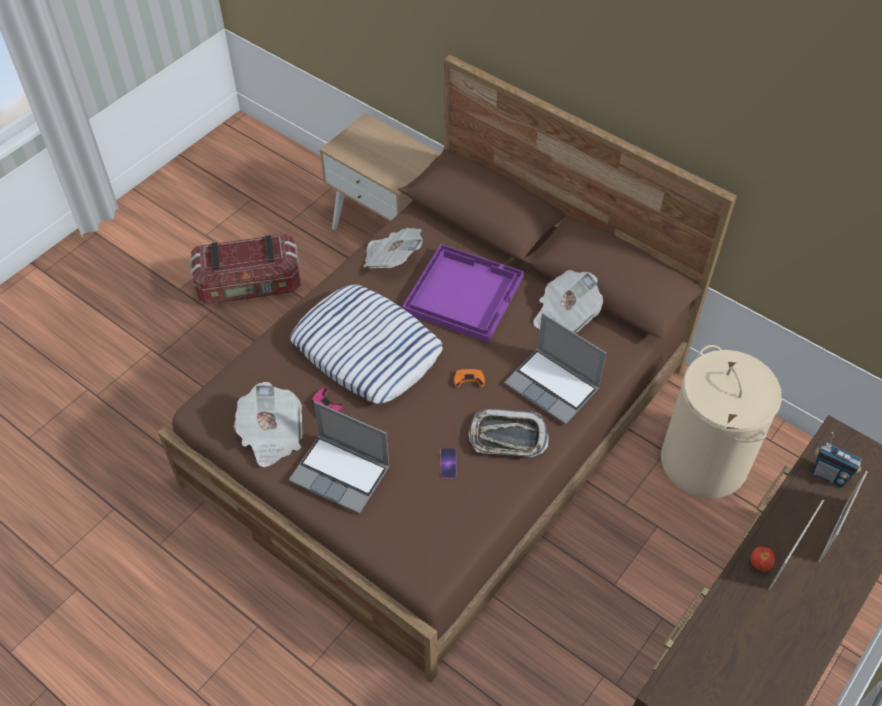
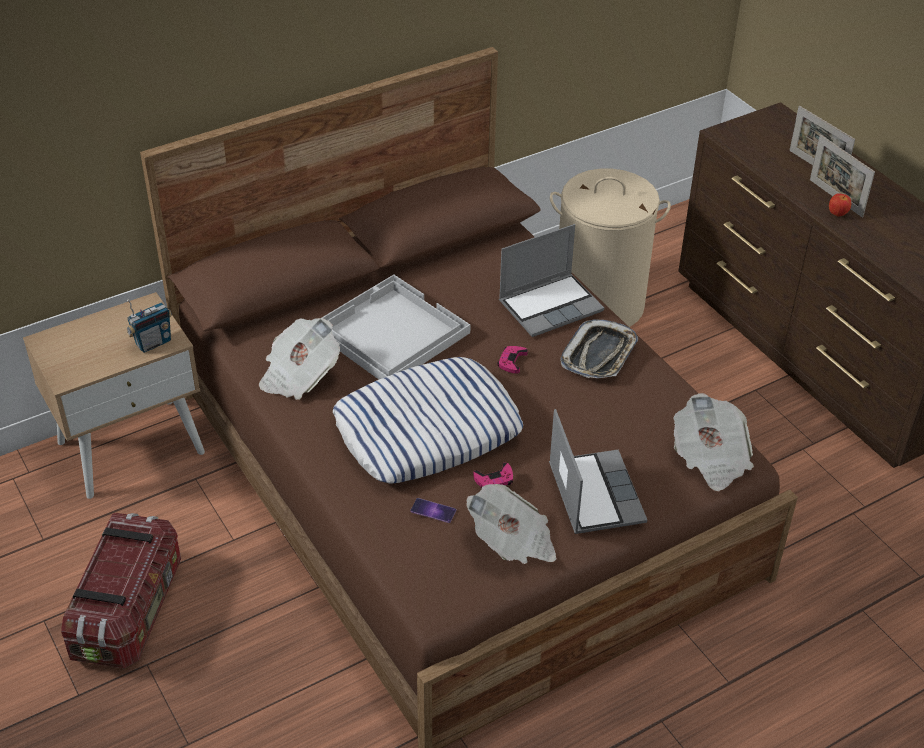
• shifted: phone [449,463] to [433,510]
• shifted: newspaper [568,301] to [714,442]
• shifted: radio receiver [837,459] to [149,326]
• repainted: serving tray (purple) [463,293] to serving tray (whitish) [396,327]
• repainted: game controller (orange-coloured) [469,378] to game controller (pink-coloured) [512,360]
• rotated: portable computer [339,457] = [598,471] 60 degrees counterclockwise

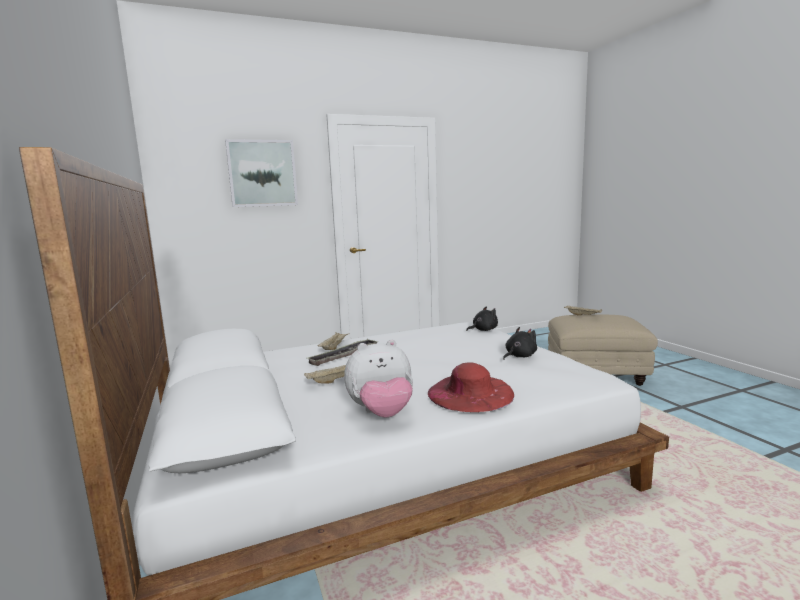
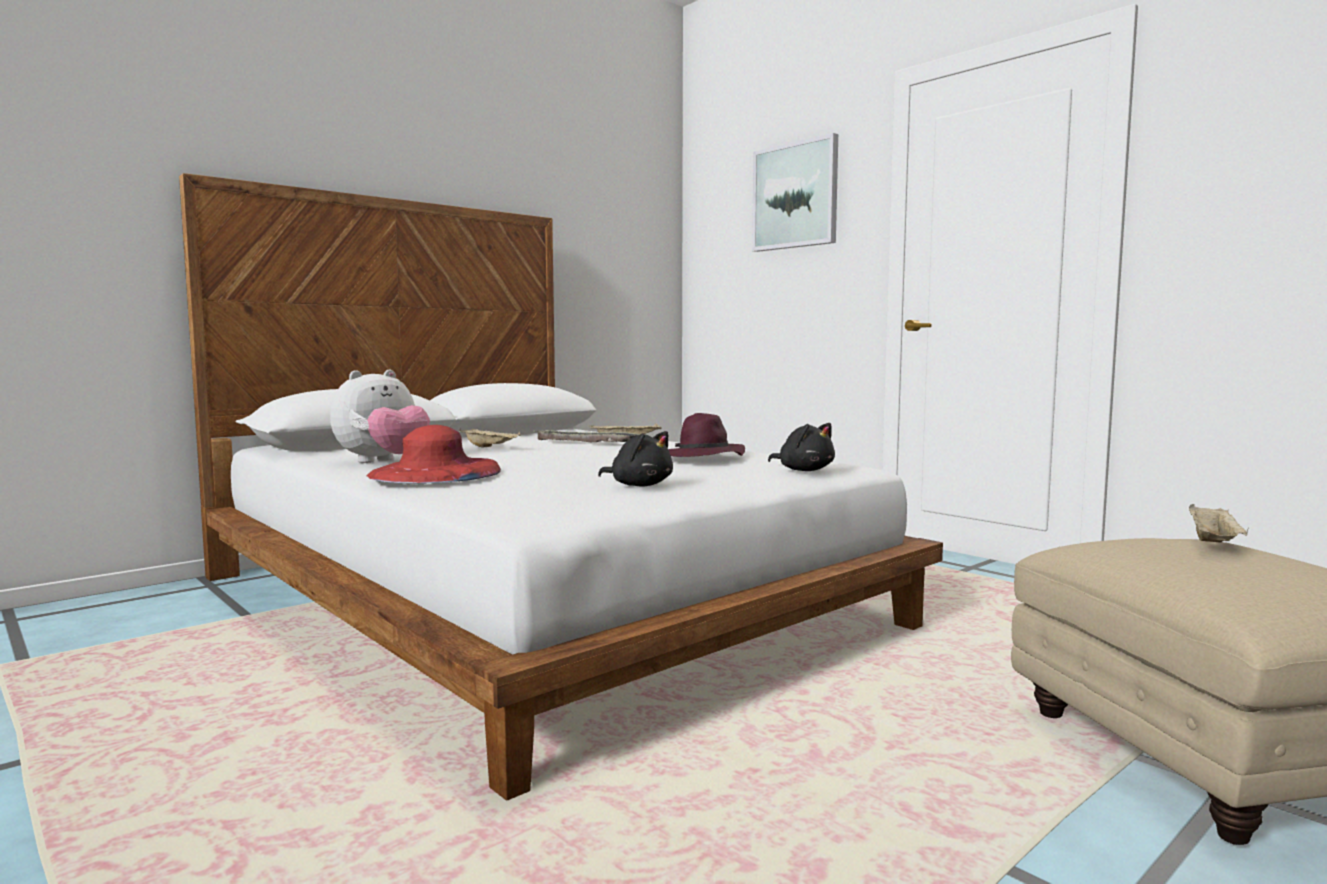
• new: wearable hat (purple) [706,435]
• rotated: soft toy [378,379] = [380,416] 105 degrees counterclockwise

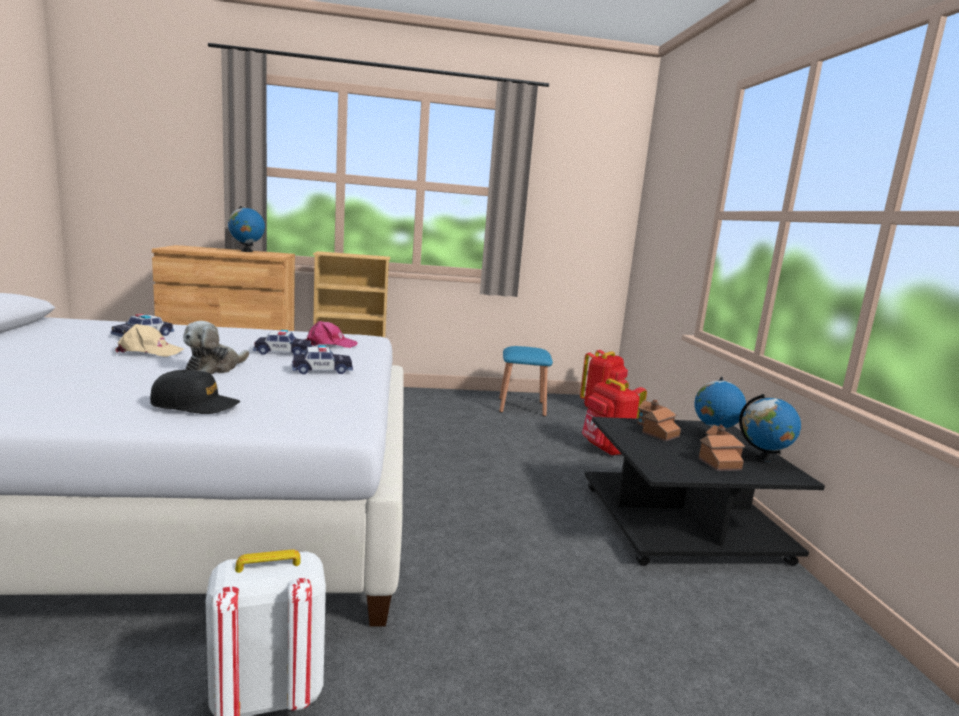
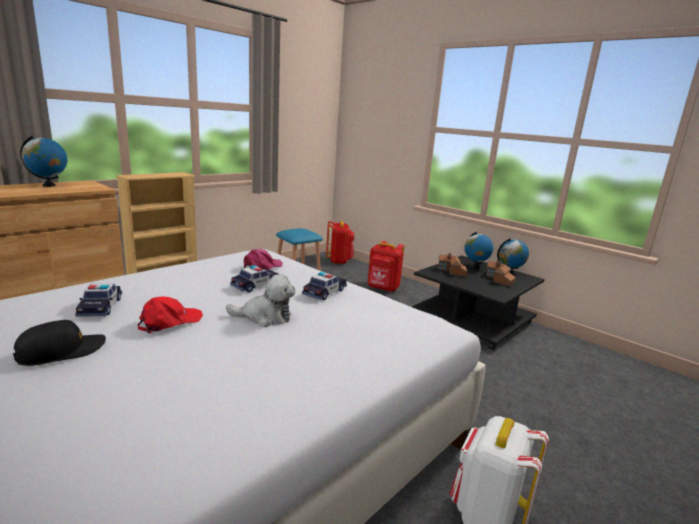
• shifted: baseball cap (black) [195,391] to [59,343]
• repainted: baseball cap (beige-coloured) [149,340] to baseball cap (reddish) [170,315]
• rotated: soft toy [216,347] = [260,300] 75 degrees counterclockwise

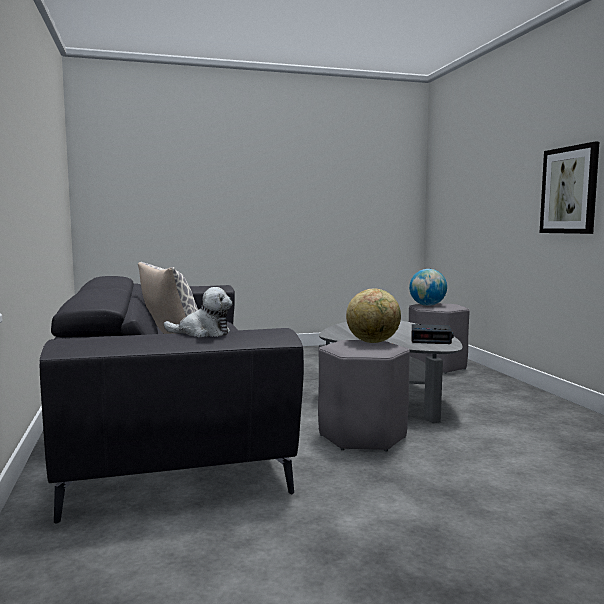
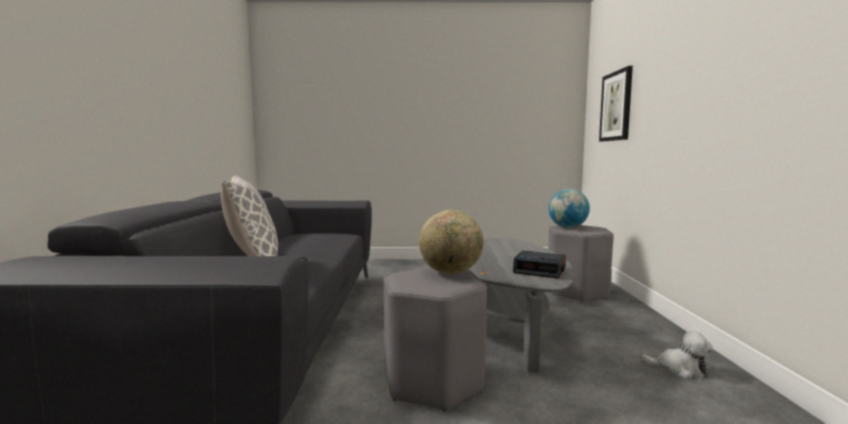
• shifted: soft toy [198,312] to [677,355]
• shifted: wall art [569,188] to [616,104]

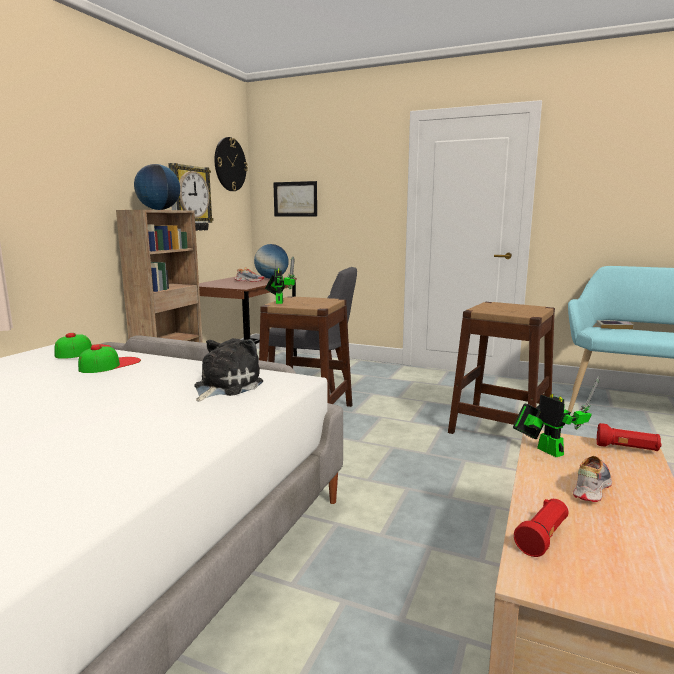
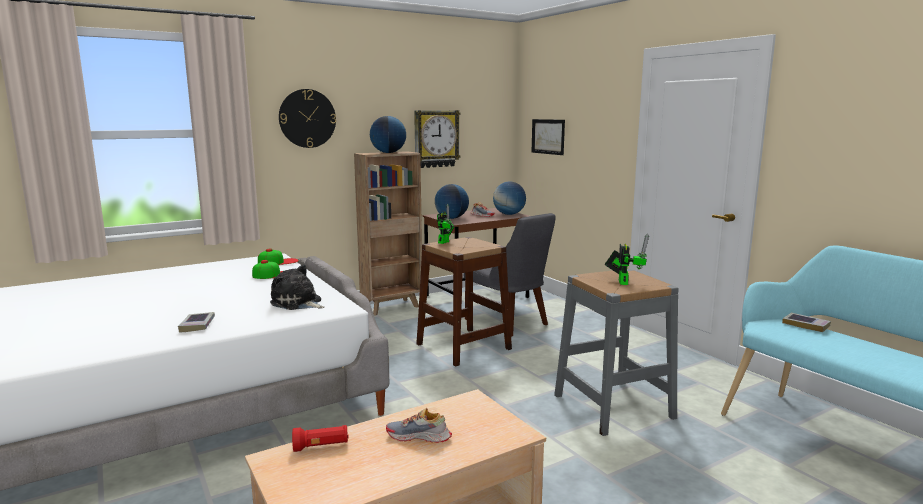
• gone: torch (reddish) [629,437]
• new: bound book [196,322]
• new: world globe [452,201]
• shifted: wall clock [231,164] to [307,118]
• shifted: model robot [556,417] to [627,259]
• repainted: stool (brown) [501,368] to stool (grey) [616,352]
• rotated: soft toy [228,370] = [297,287] 120 degrees counterclockwise
• rotated: shoe [592,479] = [419,425] 150 degrees counterclockwise

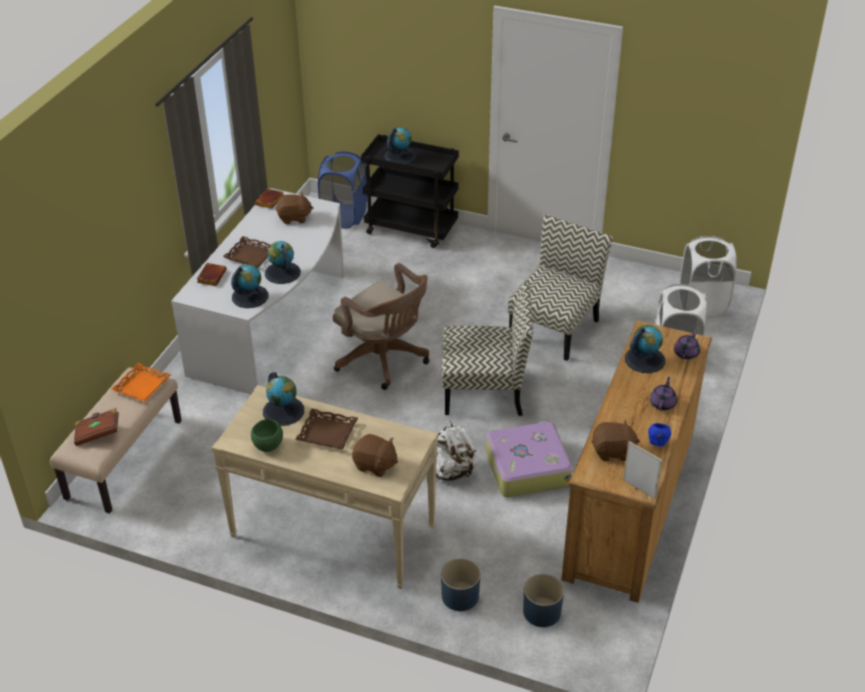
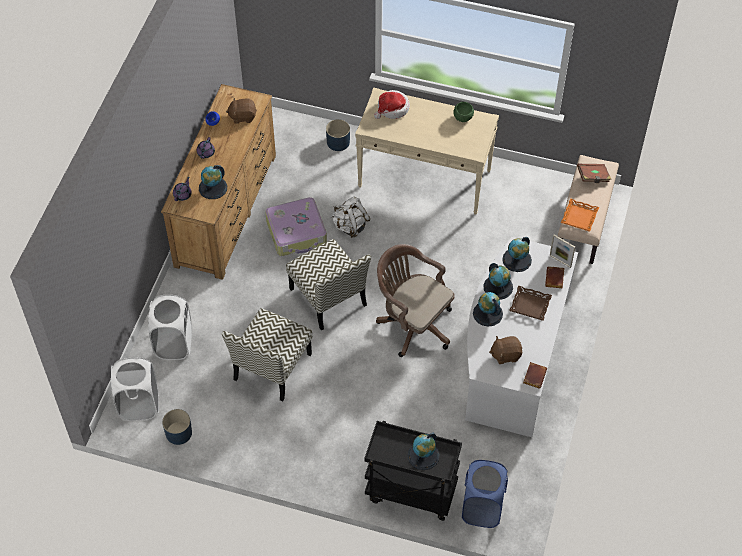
• gone: serving tray (brown) [327,429]
• shifted: world globe [283,399] to [488,309]
• shifted: plant pot (blue-coloured) [543,600] to [177,427]
• shifted: picture frame [642,470] to [562,251]
• swapped: soft toy (brown) [375,455] to wearable hat [392,104]
• rotated: upright chair [487,349] = [328,285] 120 degrees counterclockwise

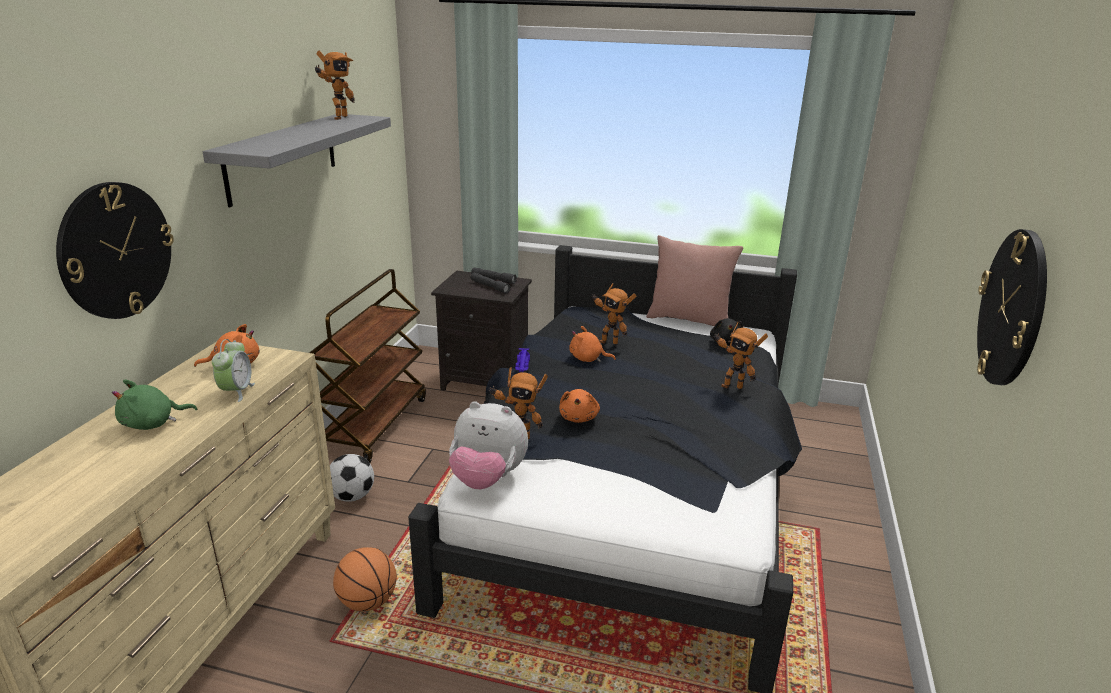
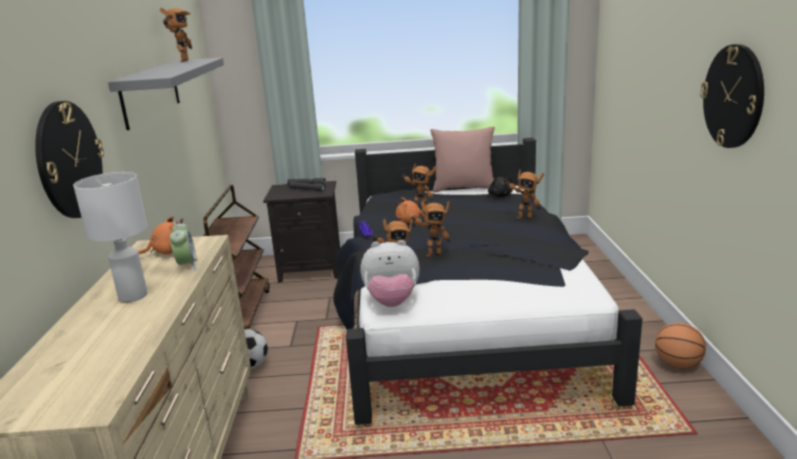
• shifted: basketball ball [365,579] to [680,346]
• swapped: soft toy (greenish) [155,405] to table lamp (whitish) [110,237]
• swapped: soft toy (orange-coloured) [579,406] to model robot [430,229]

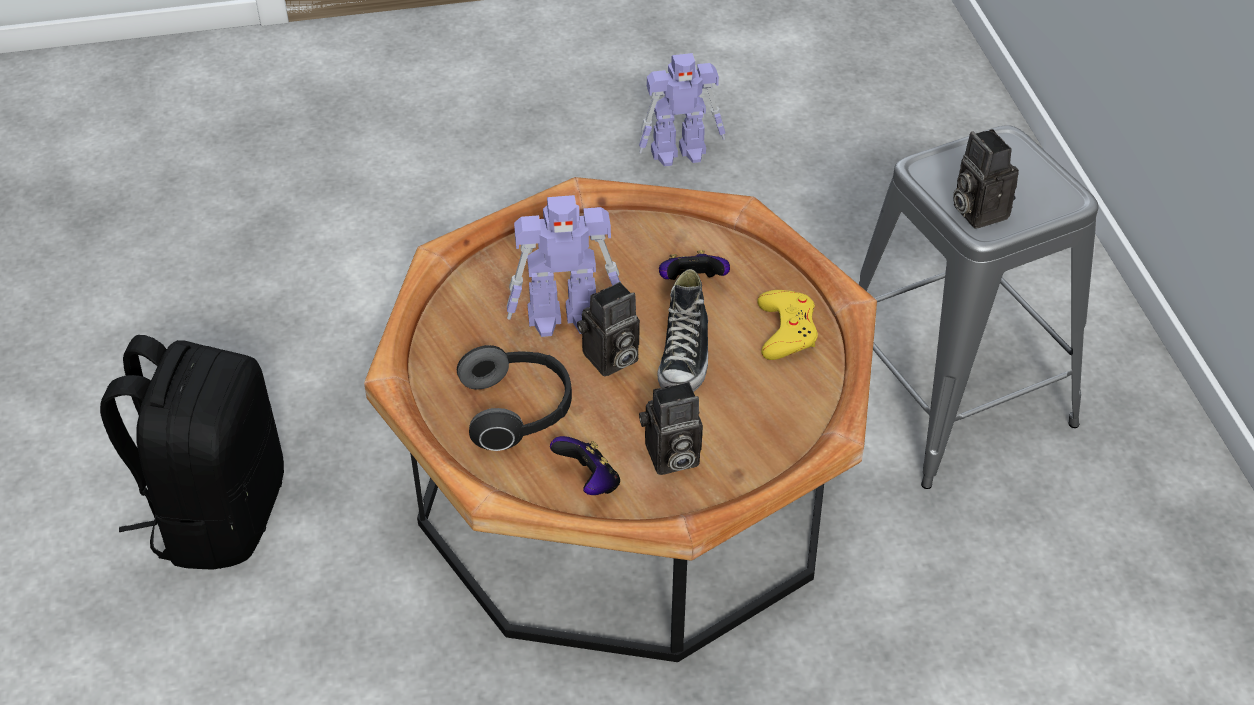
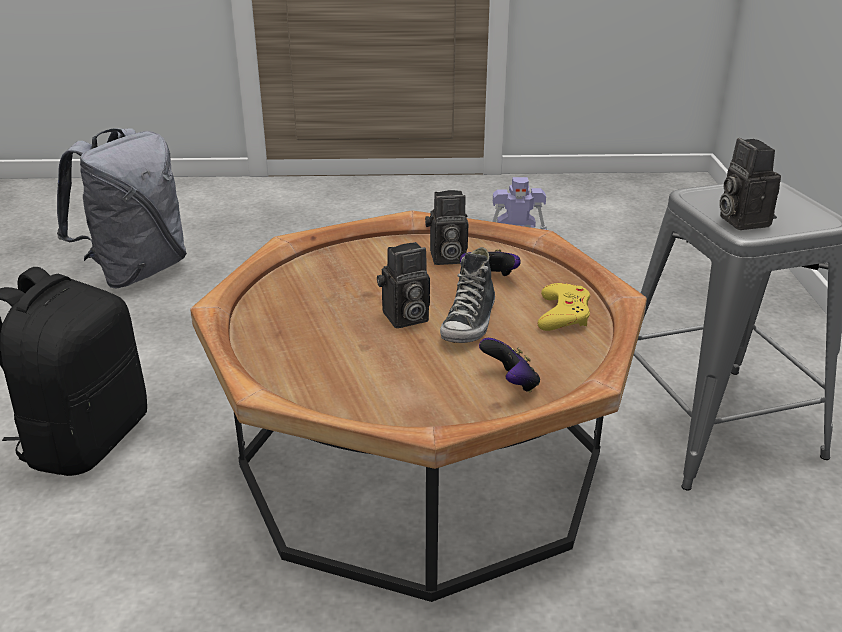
• gone: pair of headphones [514,398]
• gone: model robot [564,266]
• new: knapsack (grey) [122,208]
• shifted: game controller [585,465] to [509,365]
• shifted: photo camera [671,428] to [446,227]

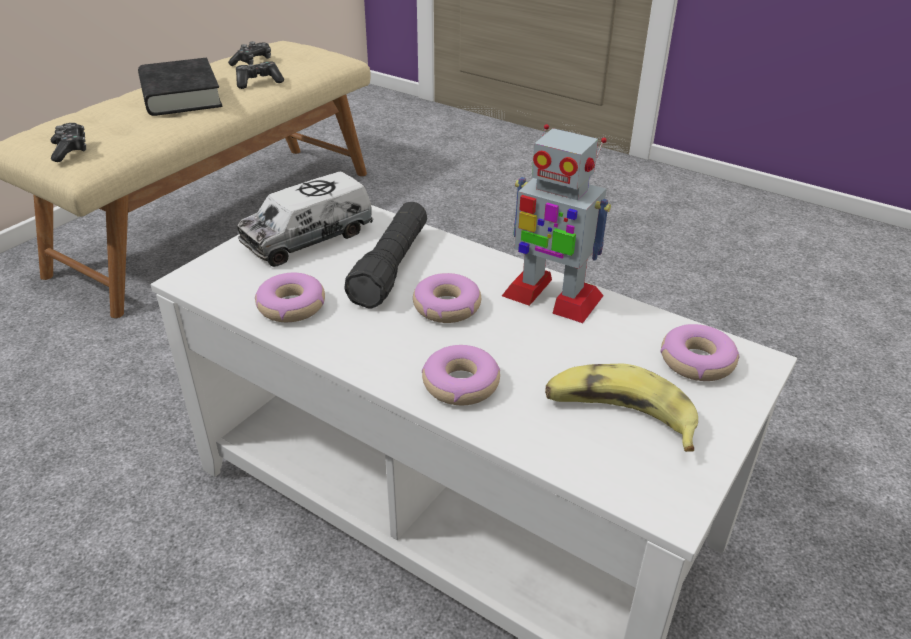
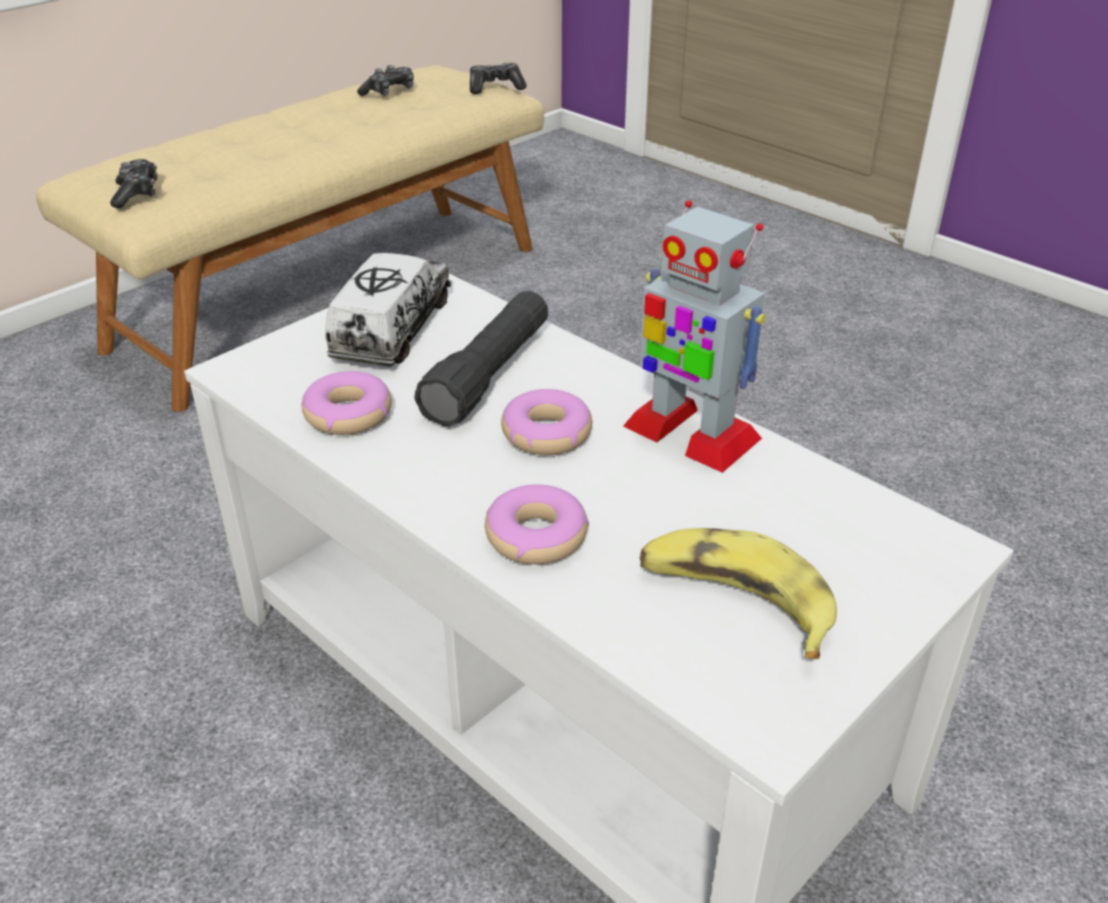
• gone: bound book (black) [180,87]
• gone: doughnut [700,352]
• shifted: game controller [260,75] to [498,78]
• rotated: toy lorry [305,219] = [388,310] 135 degrees clockwise

